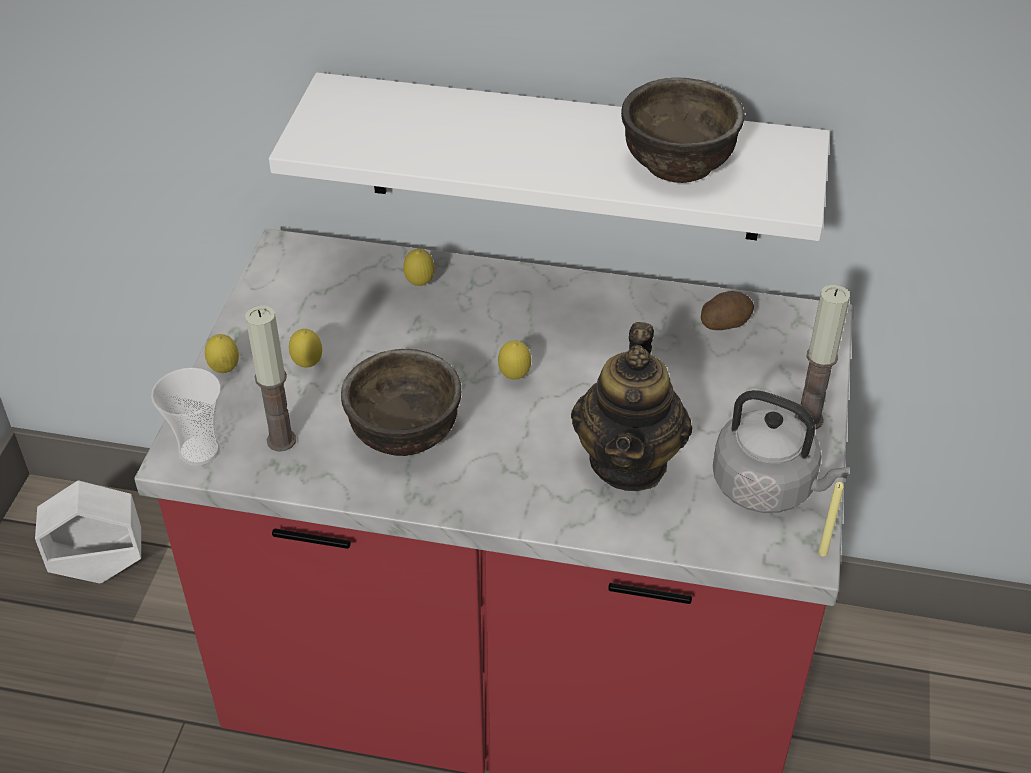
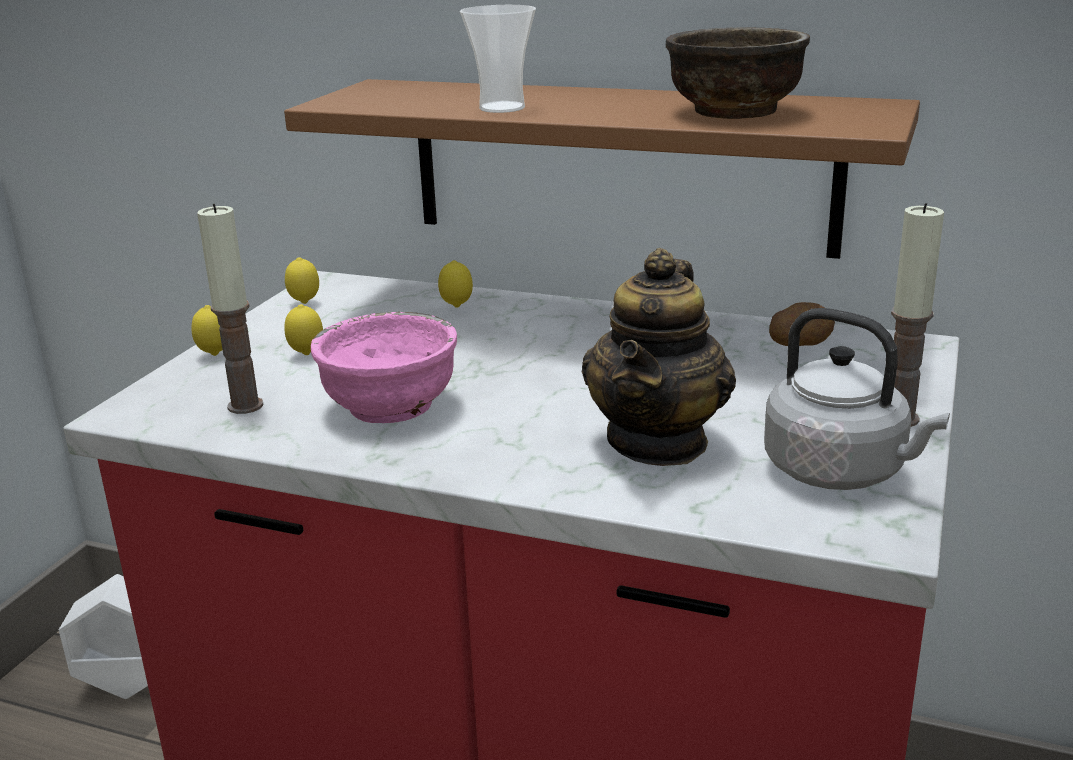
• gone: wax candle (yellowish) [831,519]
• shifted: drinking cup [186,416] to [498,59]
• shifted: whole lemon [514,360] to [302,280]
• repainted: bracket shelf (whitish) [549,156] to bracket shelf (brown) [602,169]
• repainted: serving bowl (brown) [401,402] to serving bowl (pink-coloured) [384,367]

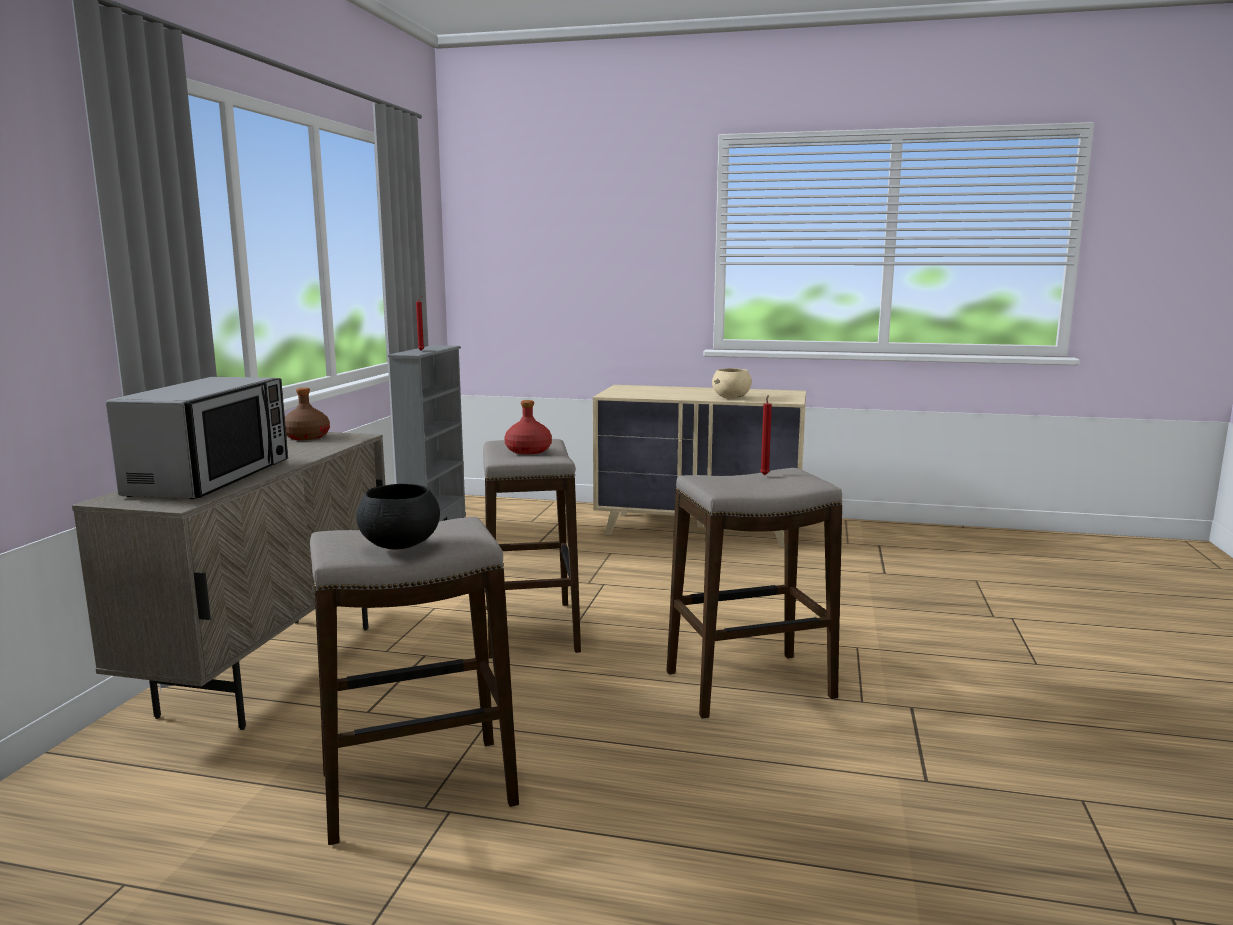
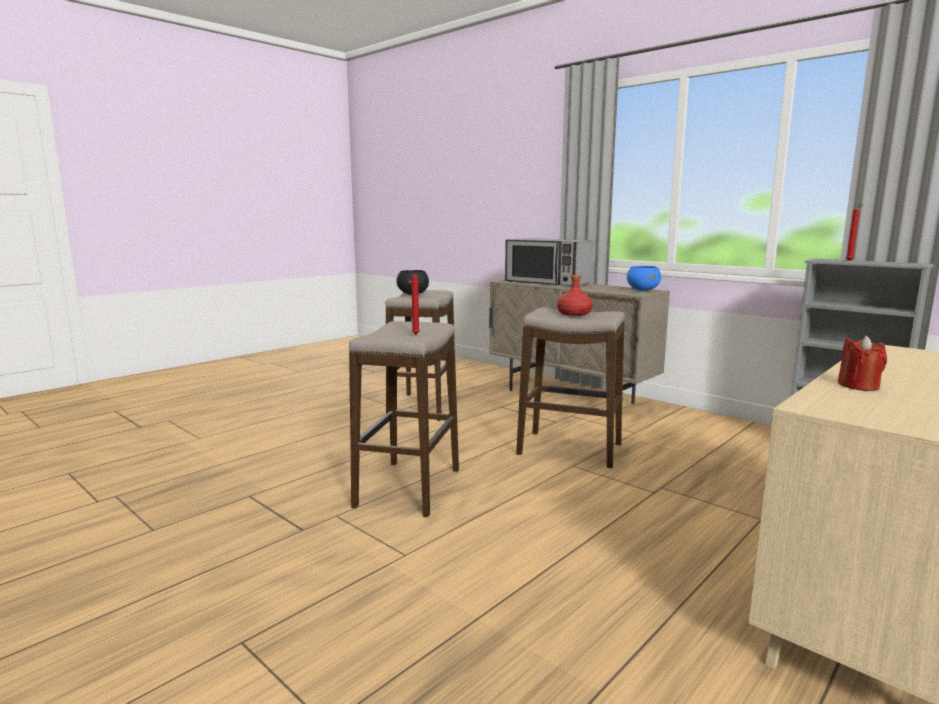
• swapped: drink bottle (brown) [307,414] to serving bowl (blue-coloured) [644,278]
• swapped: serving bowl (beige-coloured) [732,383] to wax candle (reddish) [862,363]

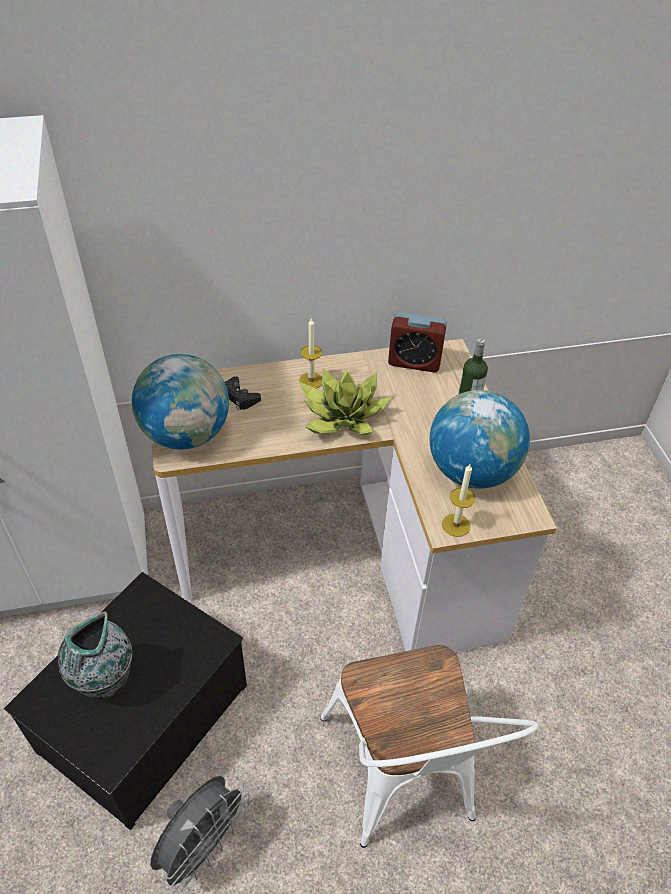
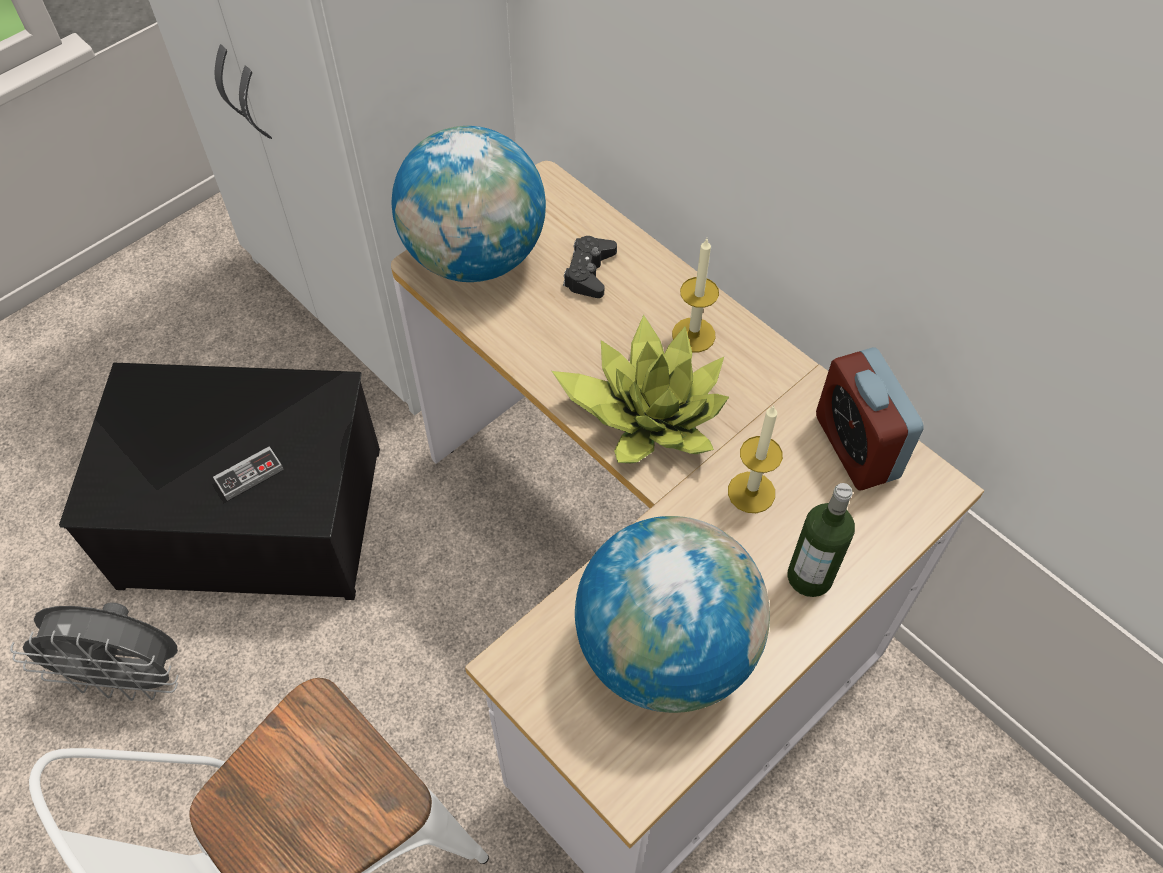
• gone: vase [94,656]
• new: game controller [248,473]
• shifted: wax candle [458,500] to [755,459]

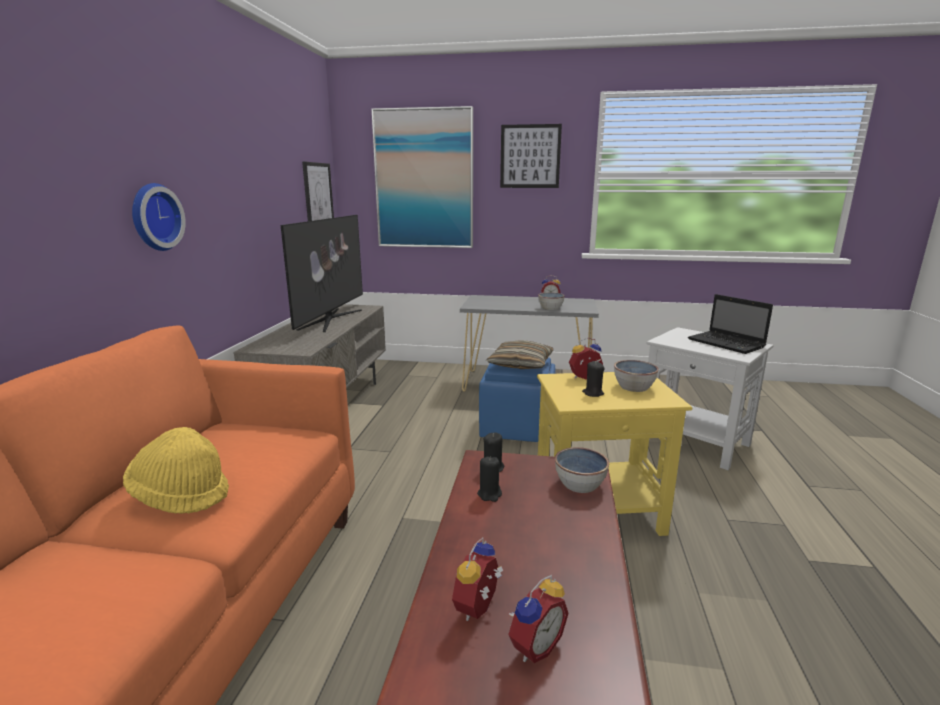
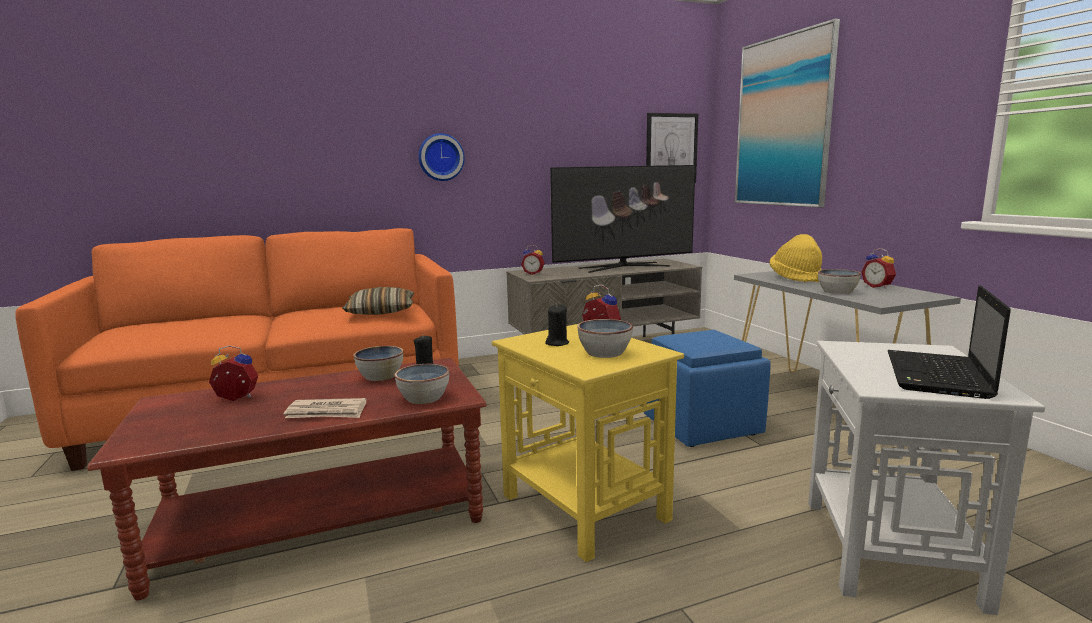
• gone: wall art [531,156]
• new: newspaper [325,408]
• shifted: wearable hat (yellowish) [176,470] to [795,258]
• shifted: throw pillow [519,354] to [378,301]
• shifted: alarm clock [538,619] to [533,260]
• swapped: wax candle (black) [489,479] to serving bowl [378,363]

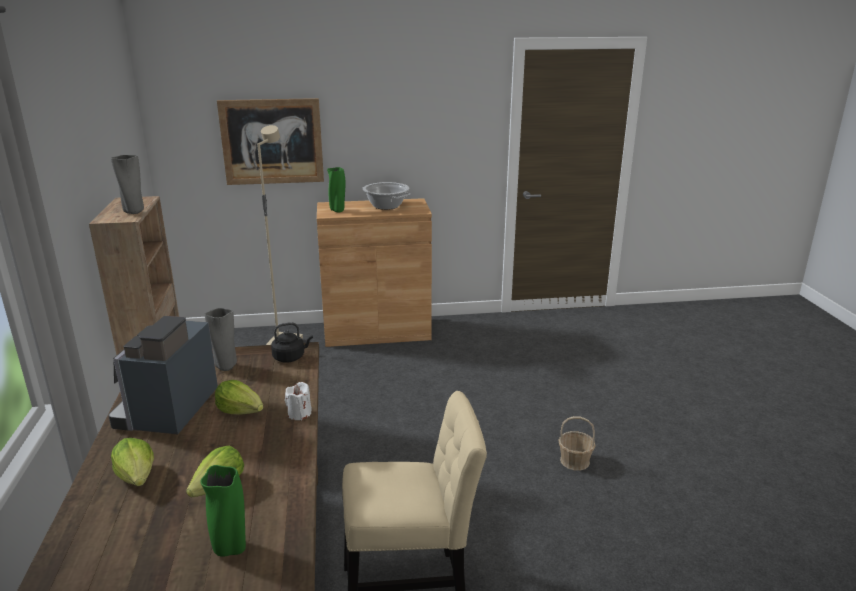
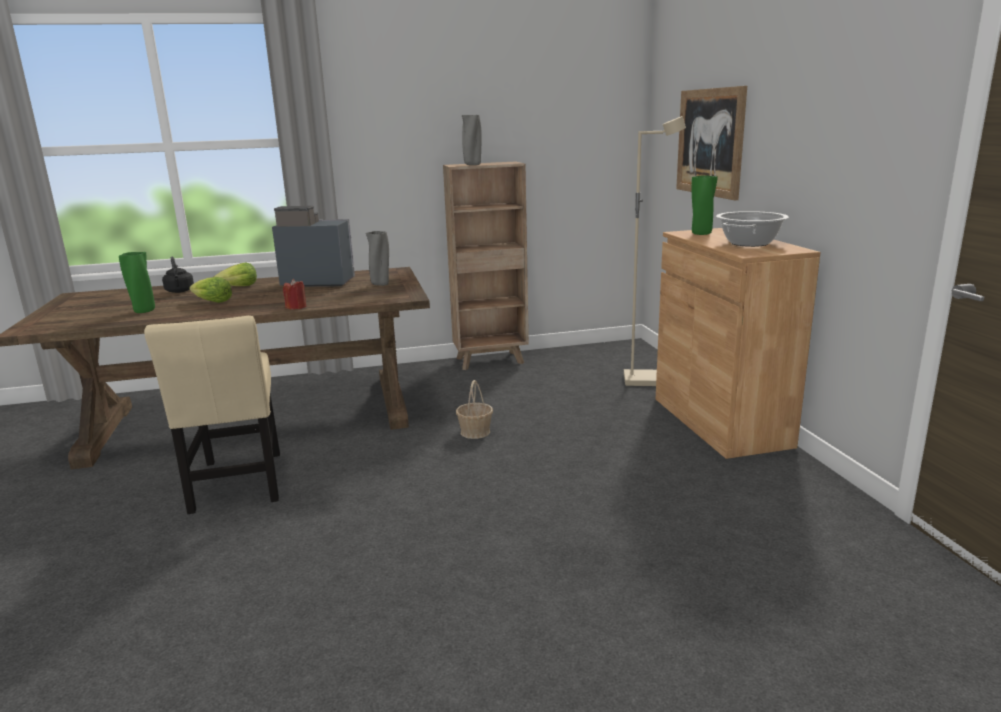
• gone: lettuce head [239,397]
• shifted: water kettle (black) [292,342] to [178,274]
• shifted: storage basket [577,443] to [474,409]
• repainted: wax candle (whitish) [298,401] to wax candle (reddish) [294,294]

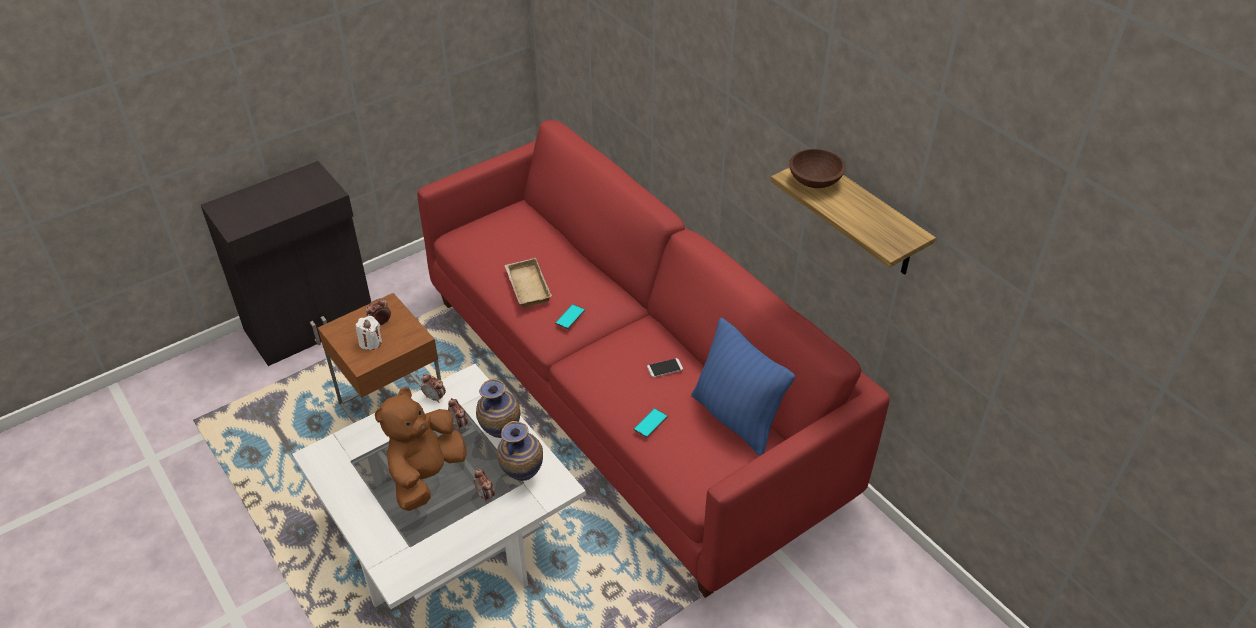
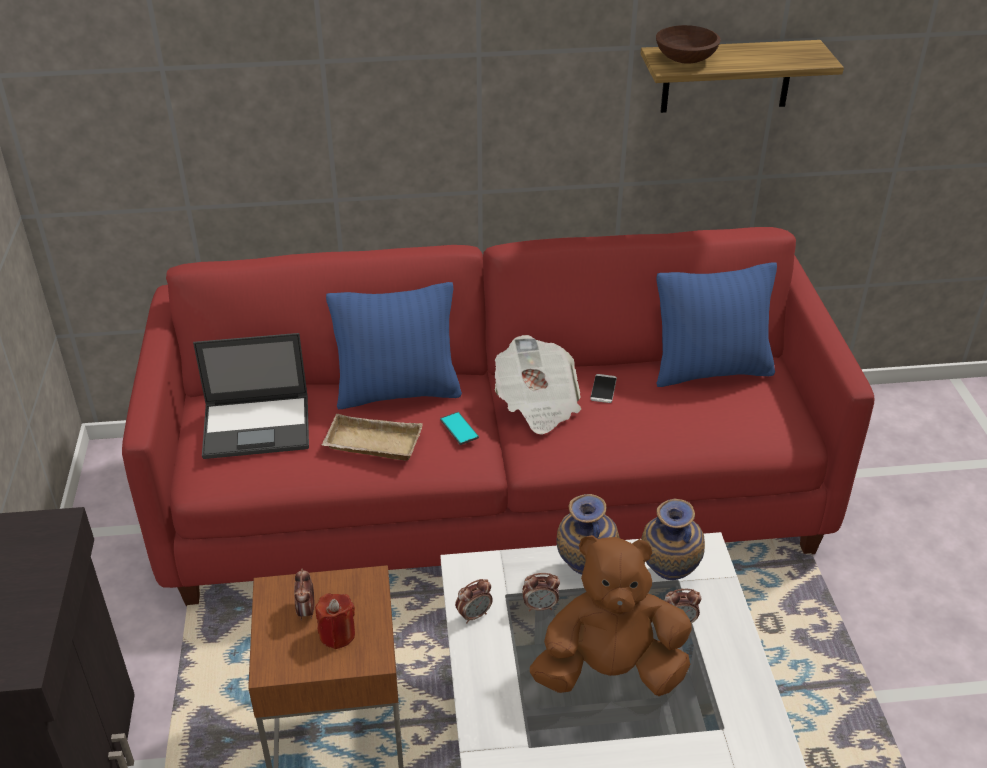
• gone: phone [651,423]
• new: portable computer [251,396]
• new: throw pillow (blue-coloured) [394,345]
• new: newspaper [538,385]
• repainted: wax candle (whitish) [369,333] to wax candle (reddish) [335,621]
• rotated: soft toy (brown) [420,449] = [611,615] 120 degrees clockwise

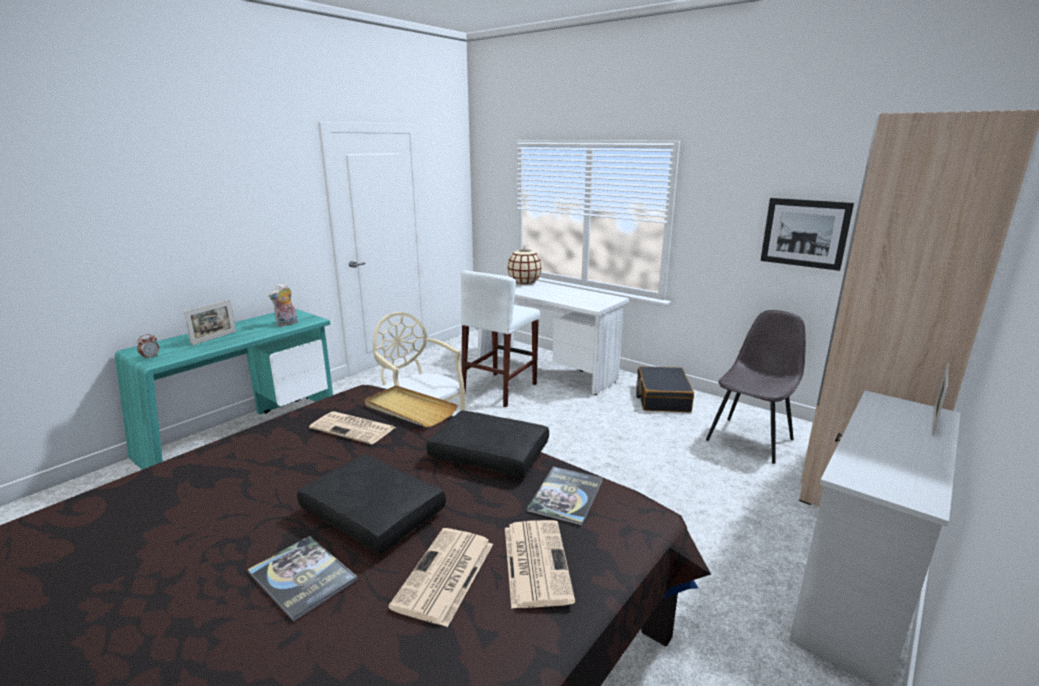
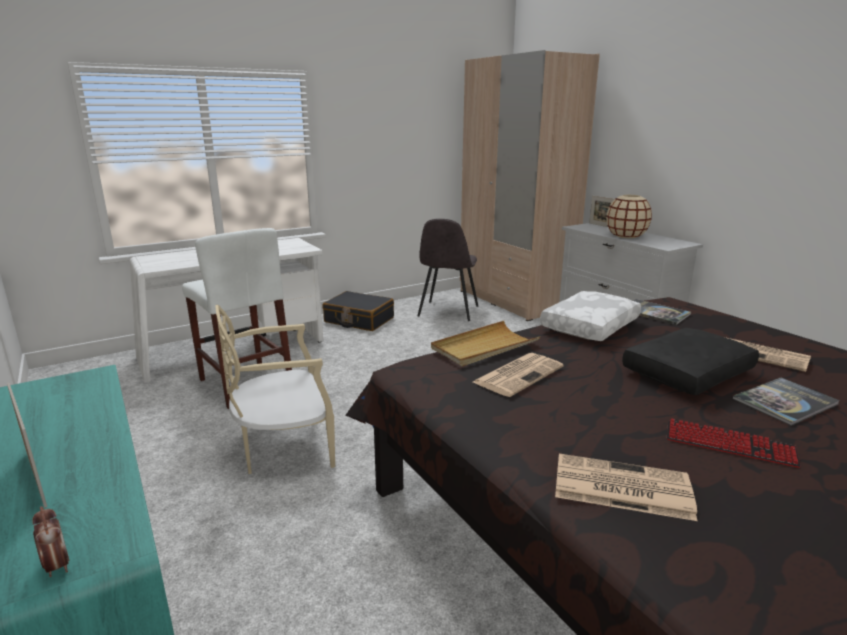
• gone: soft toy [283,305]
• gone: wall art [807,234]
• new: computer keyboard [734,443]
• shifted: newspaper [540,564] to [626,487]
• shifted: vase (beige-coloured) [524,267] to [629,216]
• repainted: throw pillow (black) [488,444] to throw pillow (whitish) [590,316]
• rotated: upright chair (grey) [756,387] = [447,270] 135 degrees counterclockwise

